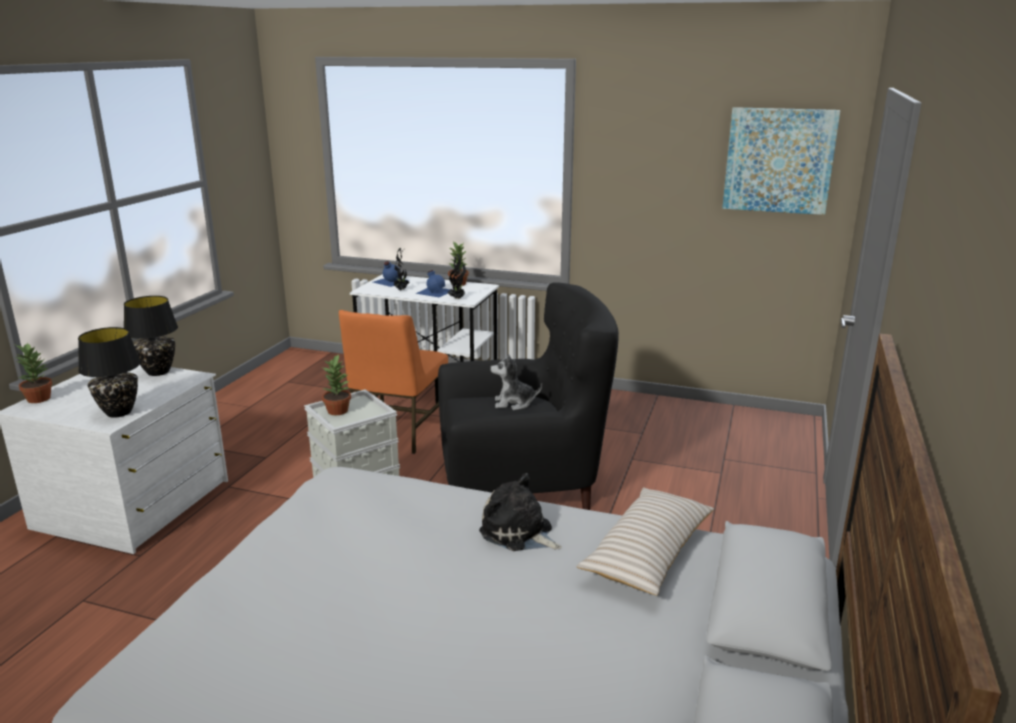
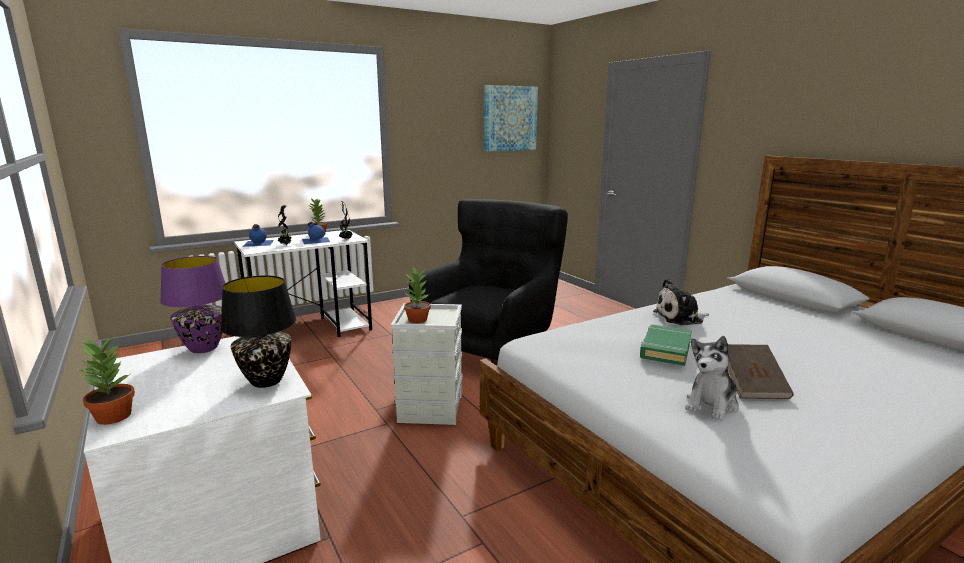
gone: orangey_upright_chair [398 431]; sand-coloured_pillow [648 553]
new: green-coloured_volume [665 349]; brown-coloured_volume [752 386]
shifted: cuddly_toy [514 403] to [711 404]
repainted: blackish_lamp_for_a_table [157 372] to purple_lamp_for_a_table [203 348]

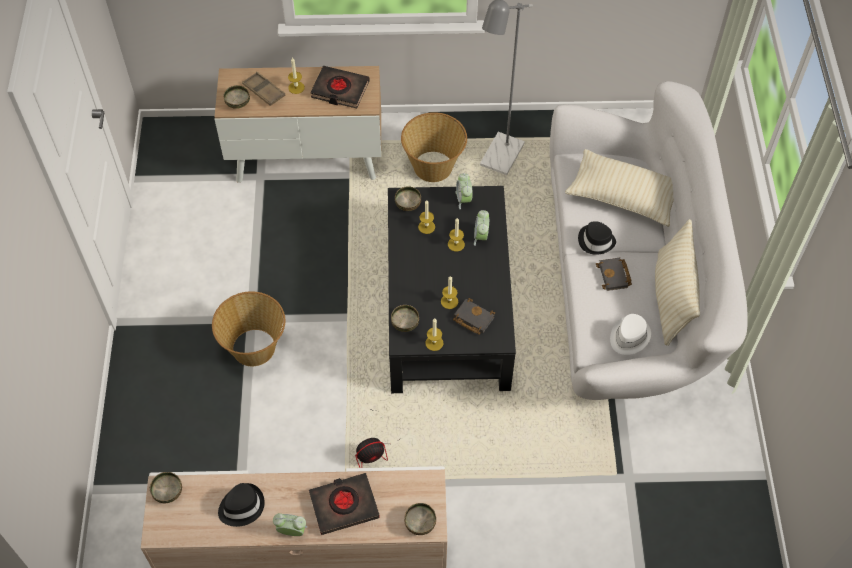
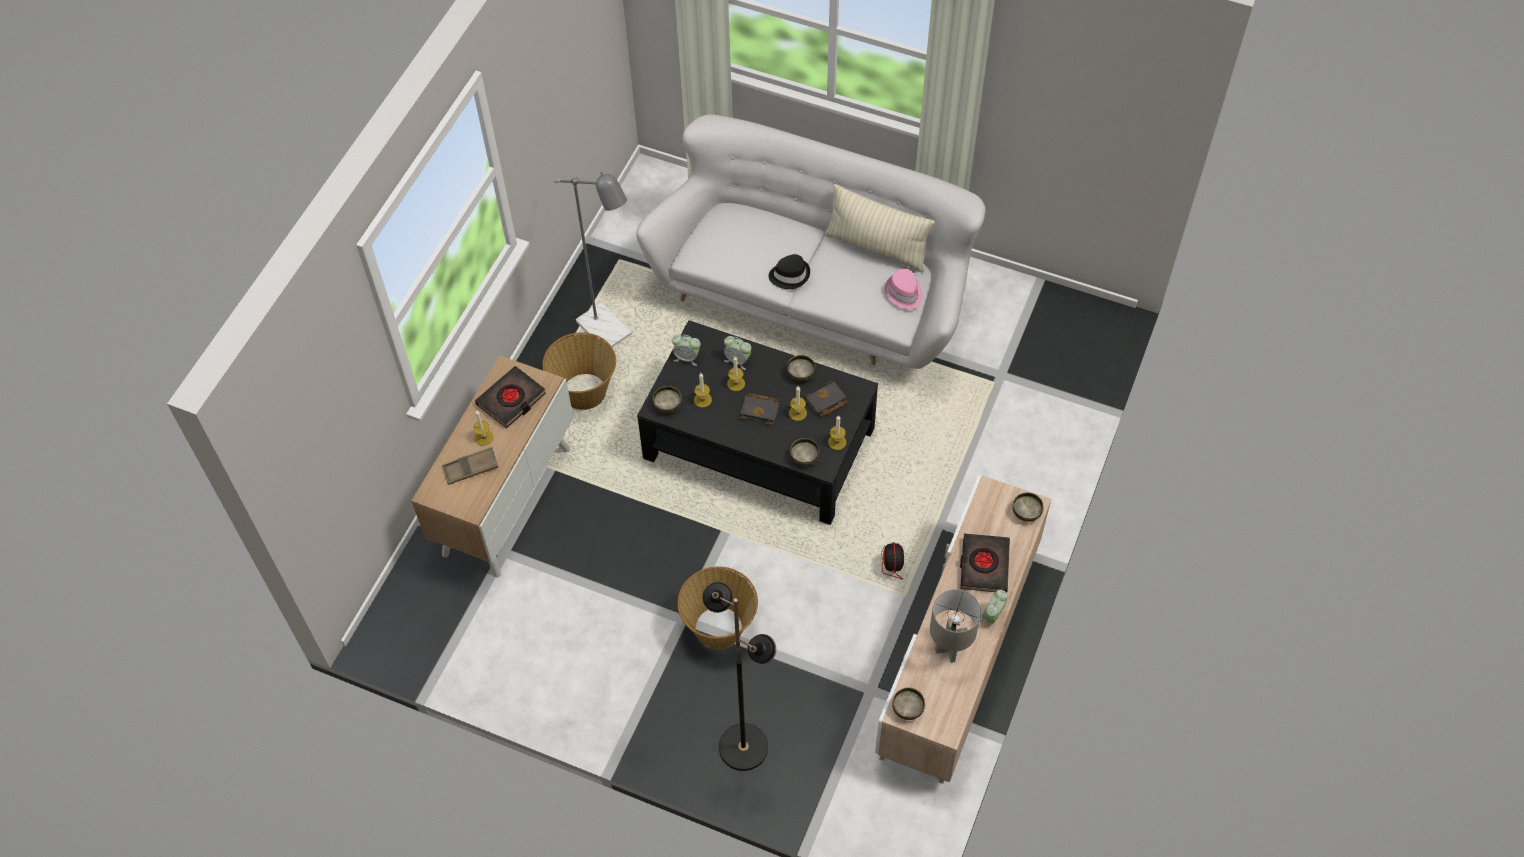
gone: sand-coloured_pillow [623 196]
new: blackish_standard_lamp [743 746]
shifted: blackish_volume [614 276] to [761 410]; serving_bowl [237 103] to [800 374]
swapped: blackish_hat [241 506] to grey_lamp_for_a_table [949 650]
repainted: whitish_hat [629 336] to pink_hat [904 293]

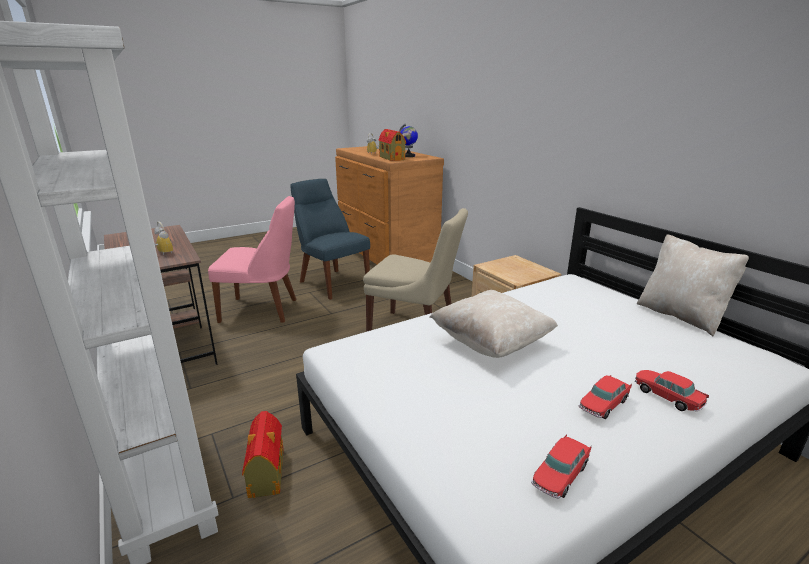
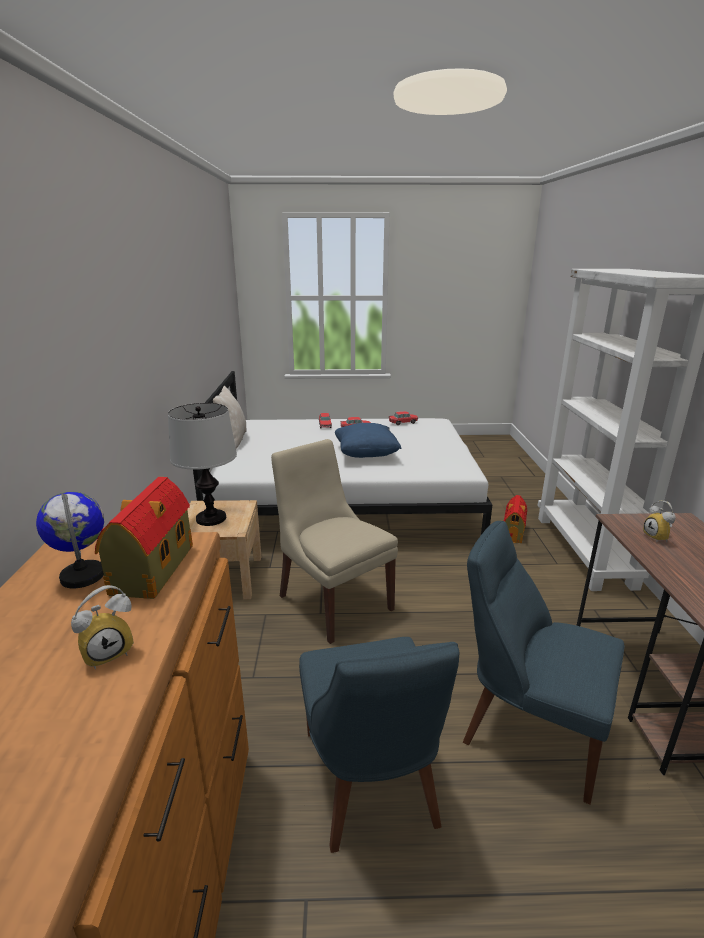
new: lamp_for_a_table [210 518]
repainted: sand-coloured_pillow [491 343] to blue-coloured_pillow [366 455]; pink_upright_chair [263 310] to blue-coloured_upright_chair [527 729]

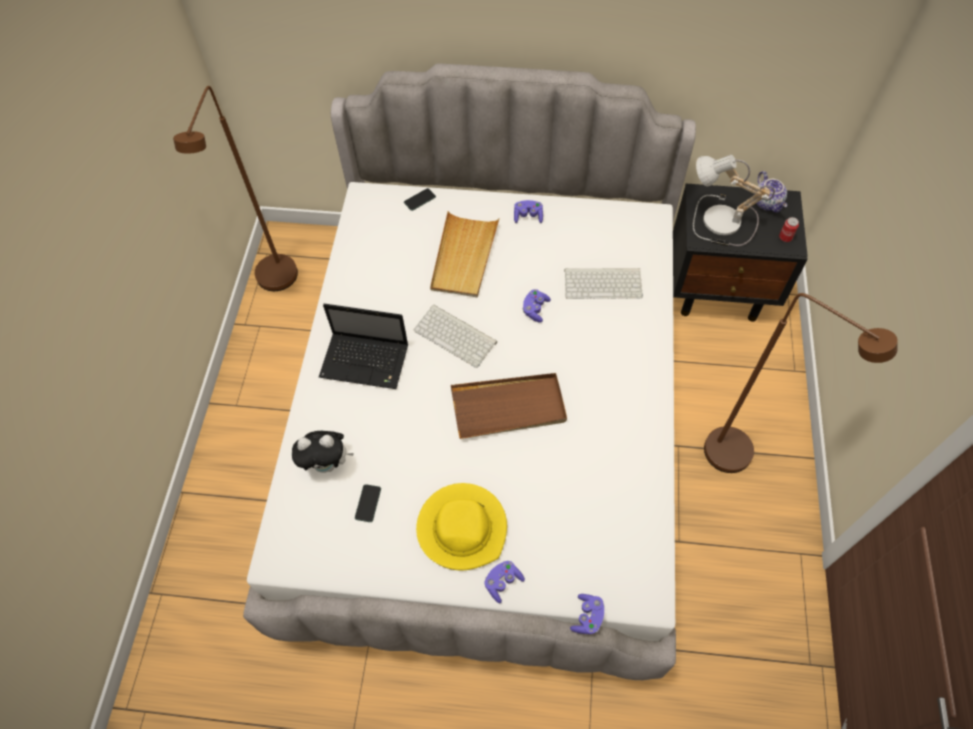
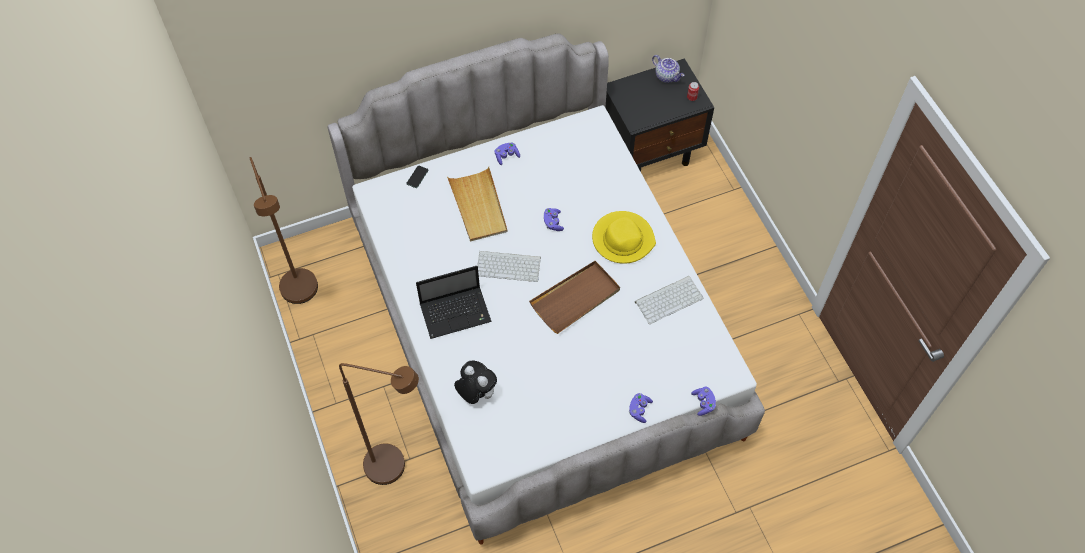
gone: phone [368 503]; lamp_for_a_table [718 223]
shifted: brown-coloured_standard_lamp [739 459] to [396 467]; yellow_hat [462 528] to [622 239]; keyboard [604 282] to [669 299]
rotated: cuddly_toy [328 464] = [476 393] 105 degrees counterclockwise

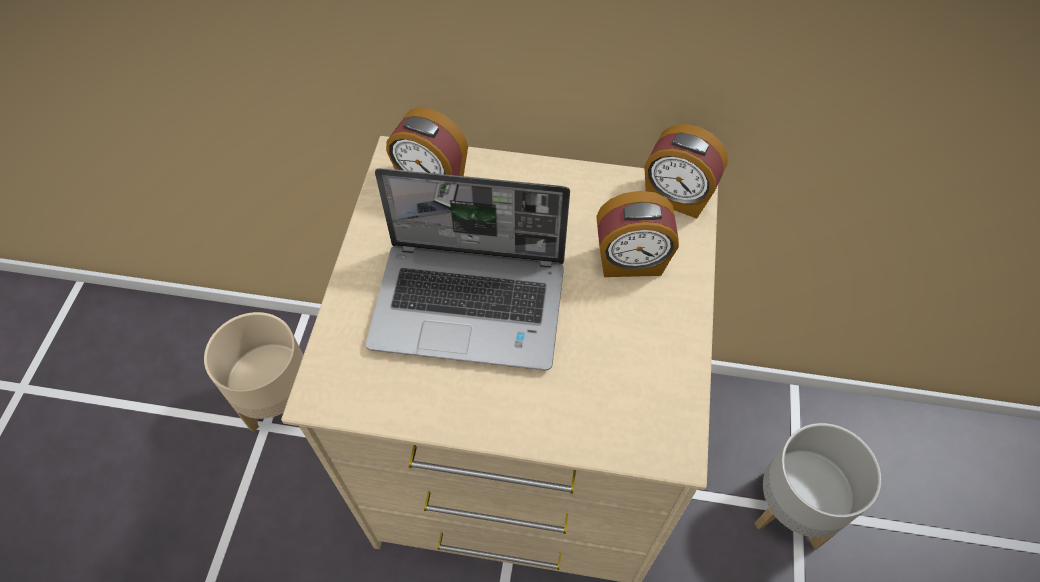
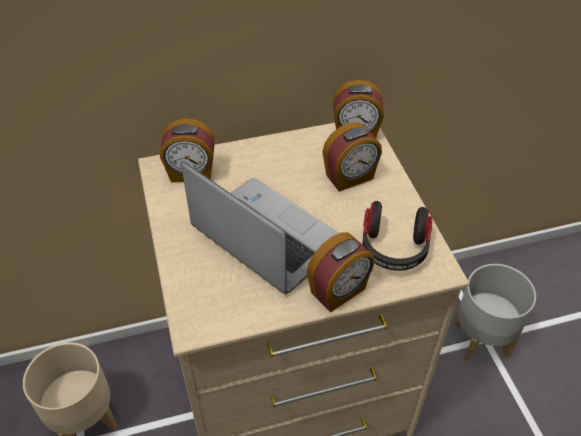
new: table_clock [339 292]; pair_of_headphones [394 249]
rotated: notebook_computer [471 304] = [264 236] 120 degrees counterclockwise

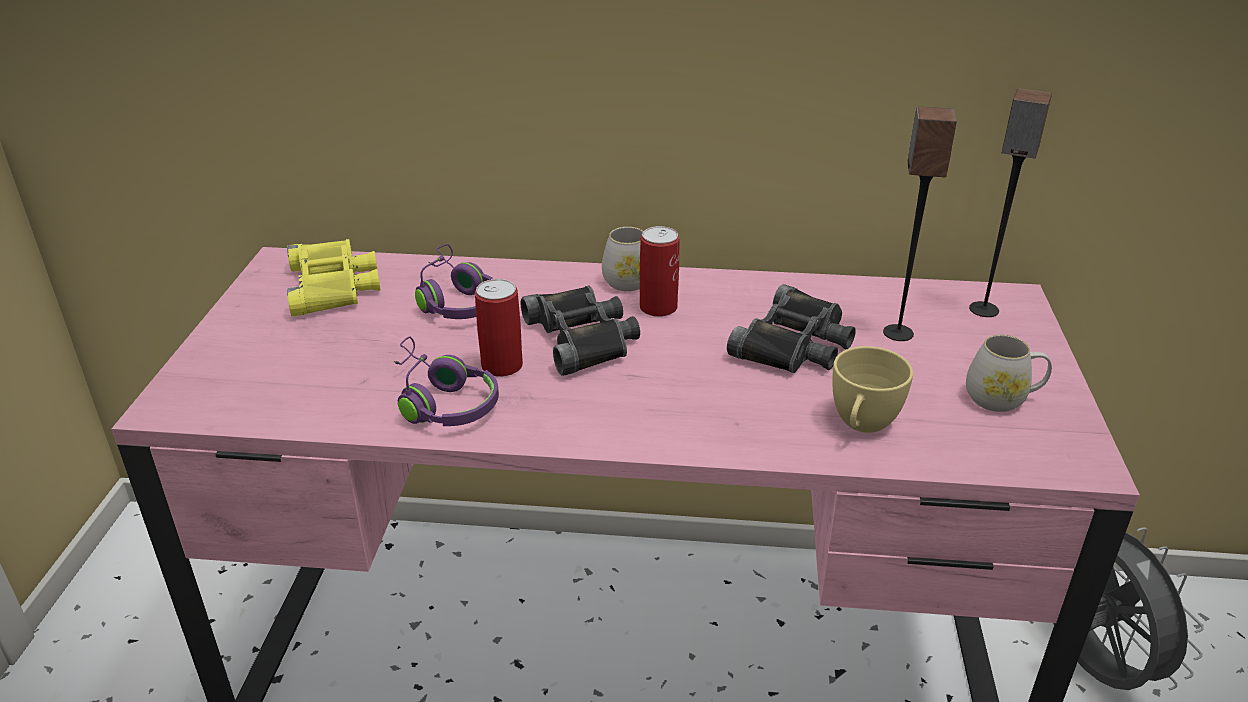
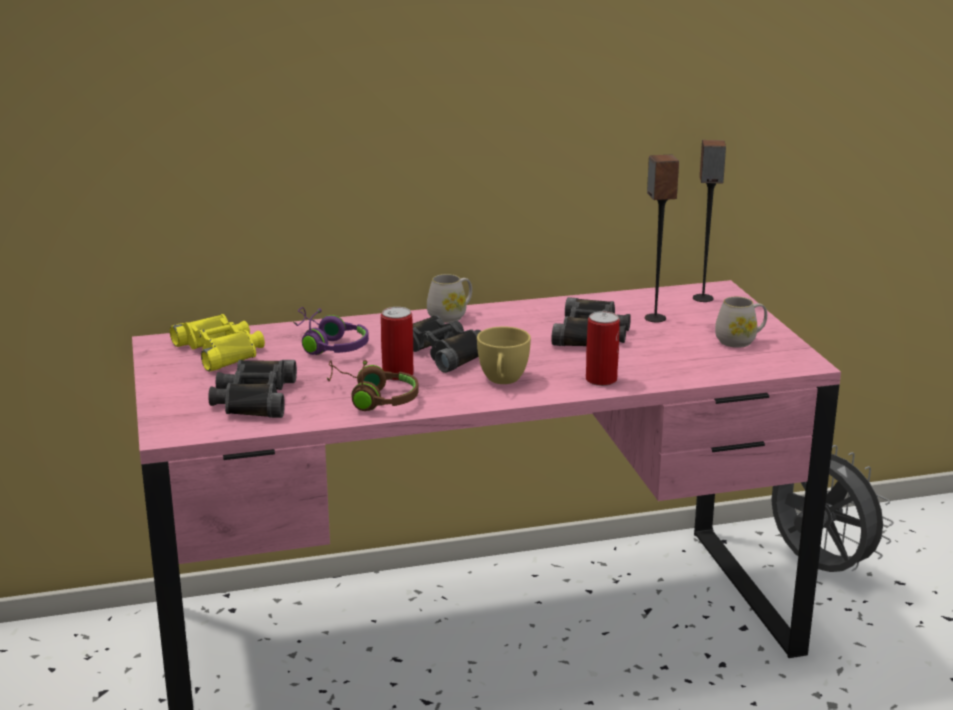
new: blackish_field_glasses [253 398]
shifted: yellow_small_cup [861 425] to [502 381]; sealed_can [658 307] to [601 380]
repainted: purple_pair_of_headphones [440 401] to brown-coloured_pair_of_headphones [372 398]

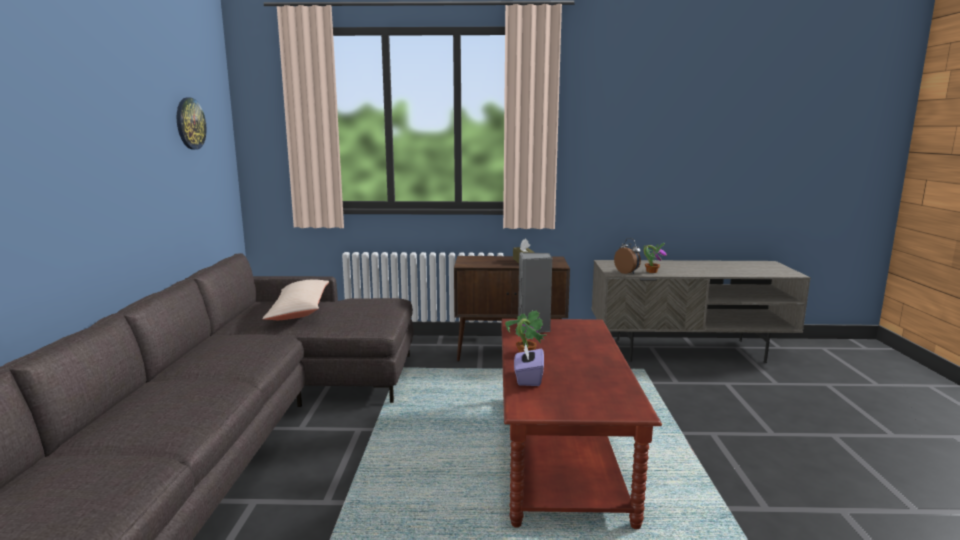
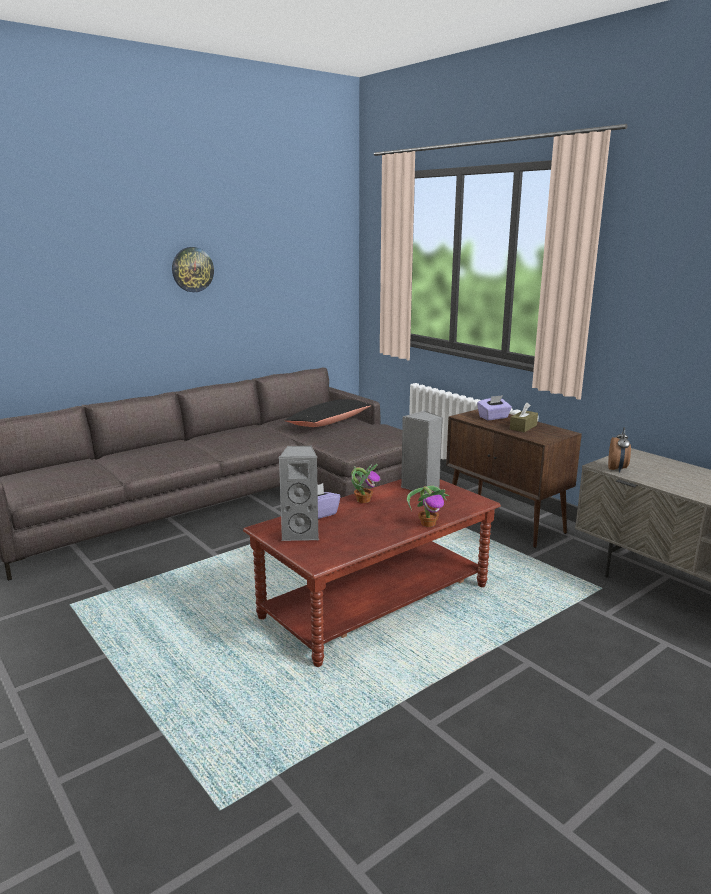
new: grey_loudspeaker [301 533]; purple_tissue_box [493 417]
shifted: hanging_clock [190 123] to [192 269]; potted_plant [651 271] to [428 523]
repainted: sand-coloured_pillow [299 310] to blackish_pillow [329 422]

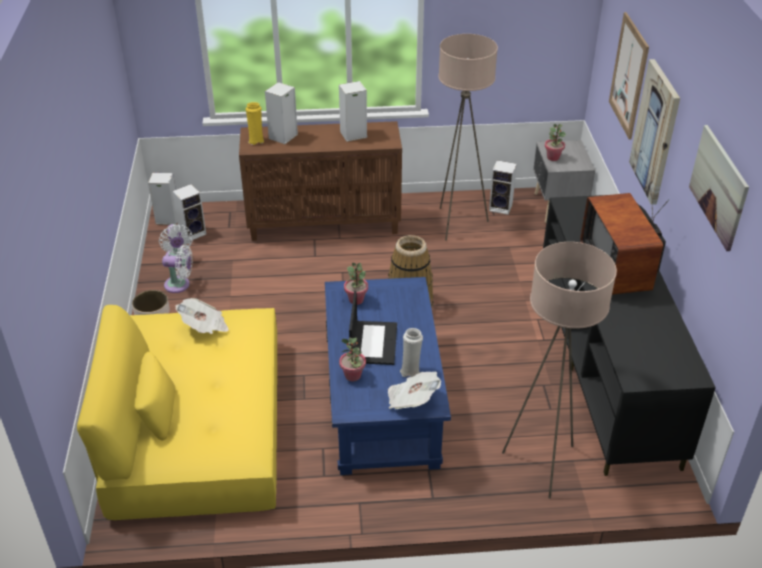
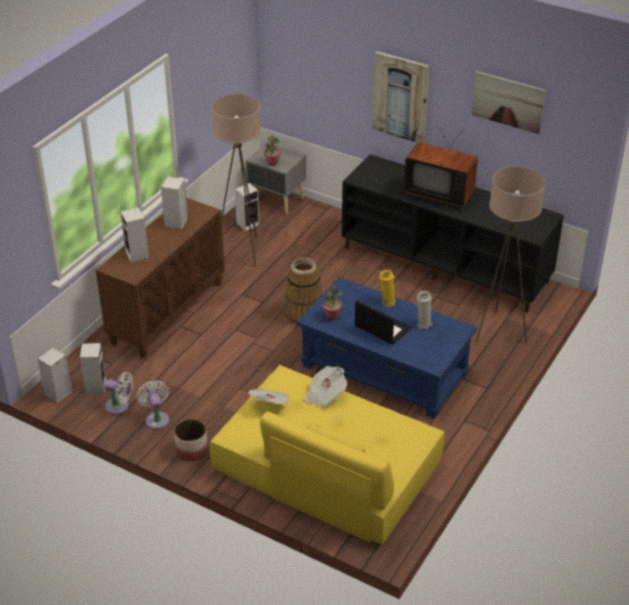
gone: potted_plant [353 376]; picture [628 76]
shifted: printed_paper [411 400] to [325 395]; yellow_vase [256 140] to [387 302]
rotated: whitish_electric_fan [180 285] = [156 419] 60 degrees counterclockwise

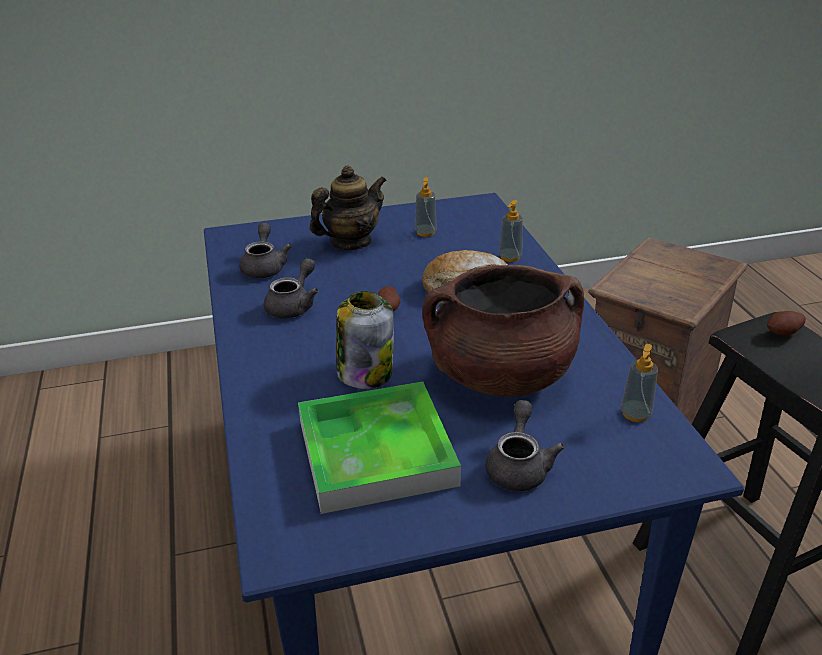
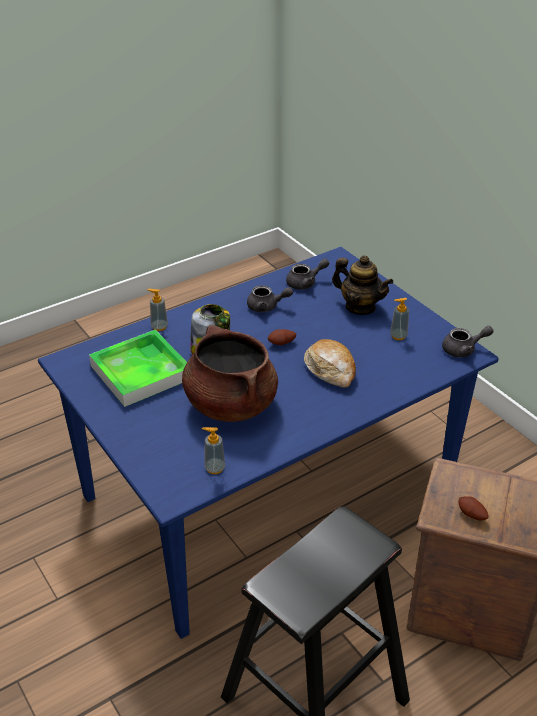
shifted: soap_dispenser [510 257] to [159 327]; grey_pot_for_tea [519 466] to [463 349]; potato [784 333] to [471 515]

